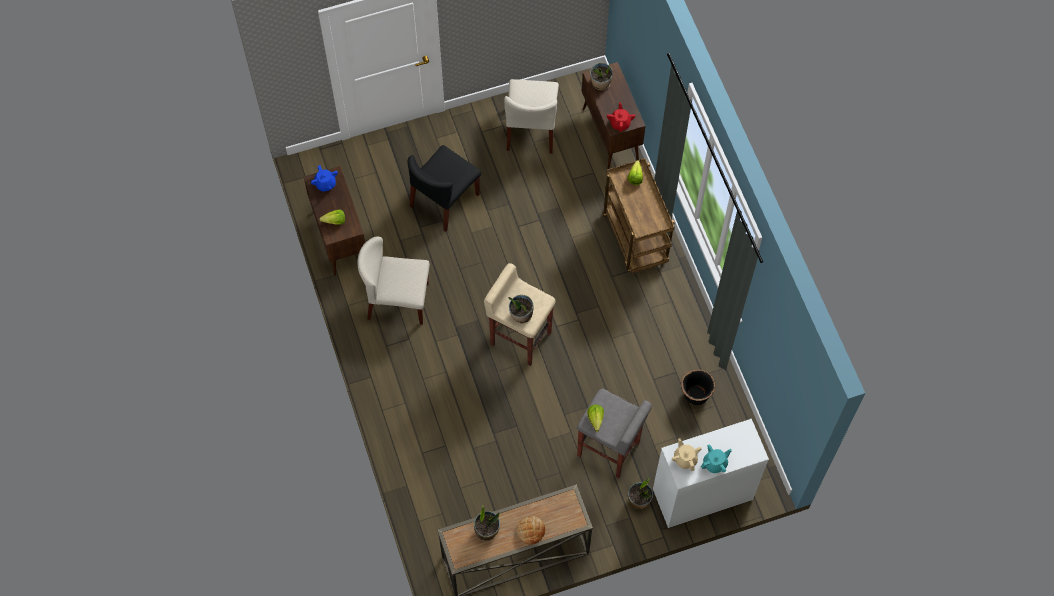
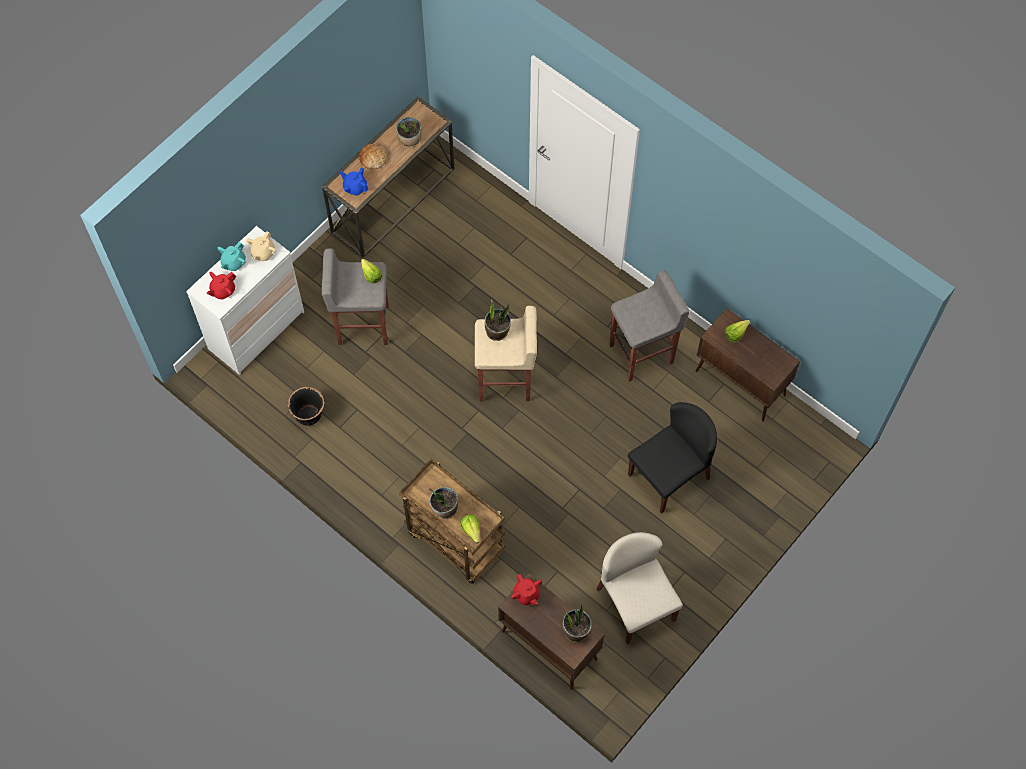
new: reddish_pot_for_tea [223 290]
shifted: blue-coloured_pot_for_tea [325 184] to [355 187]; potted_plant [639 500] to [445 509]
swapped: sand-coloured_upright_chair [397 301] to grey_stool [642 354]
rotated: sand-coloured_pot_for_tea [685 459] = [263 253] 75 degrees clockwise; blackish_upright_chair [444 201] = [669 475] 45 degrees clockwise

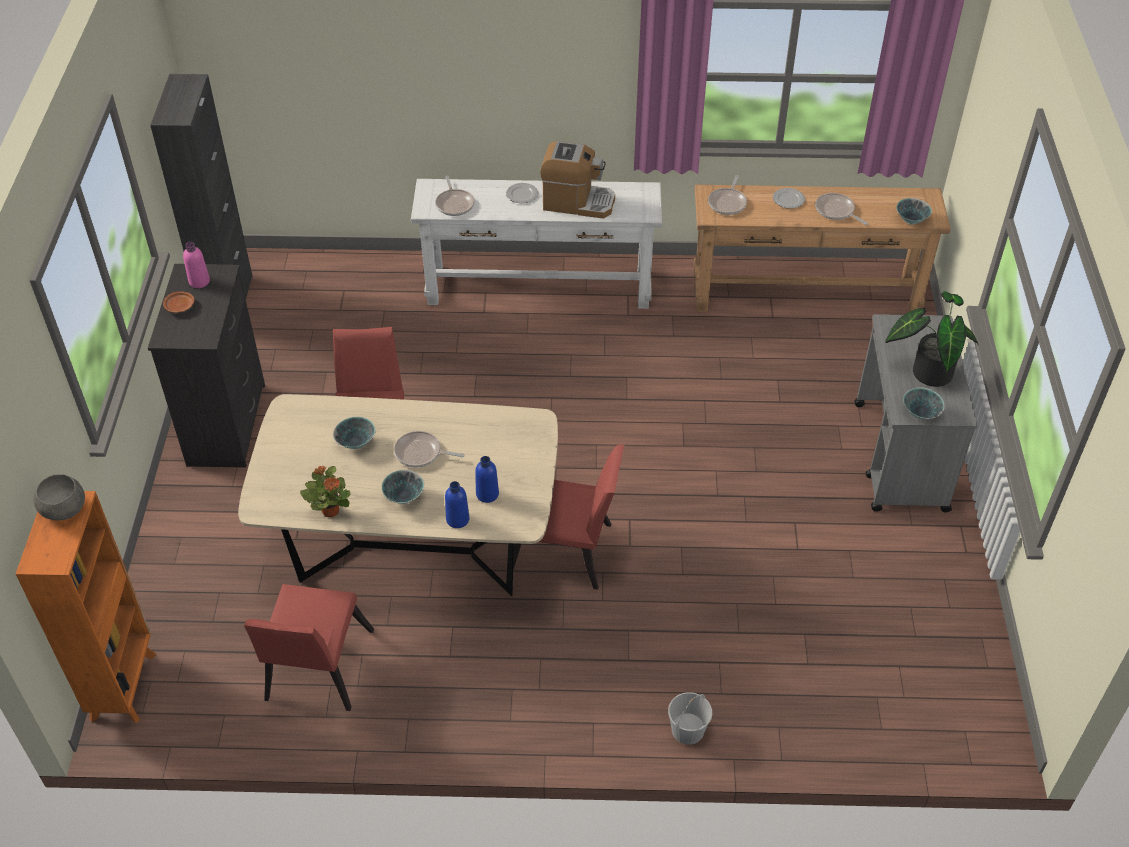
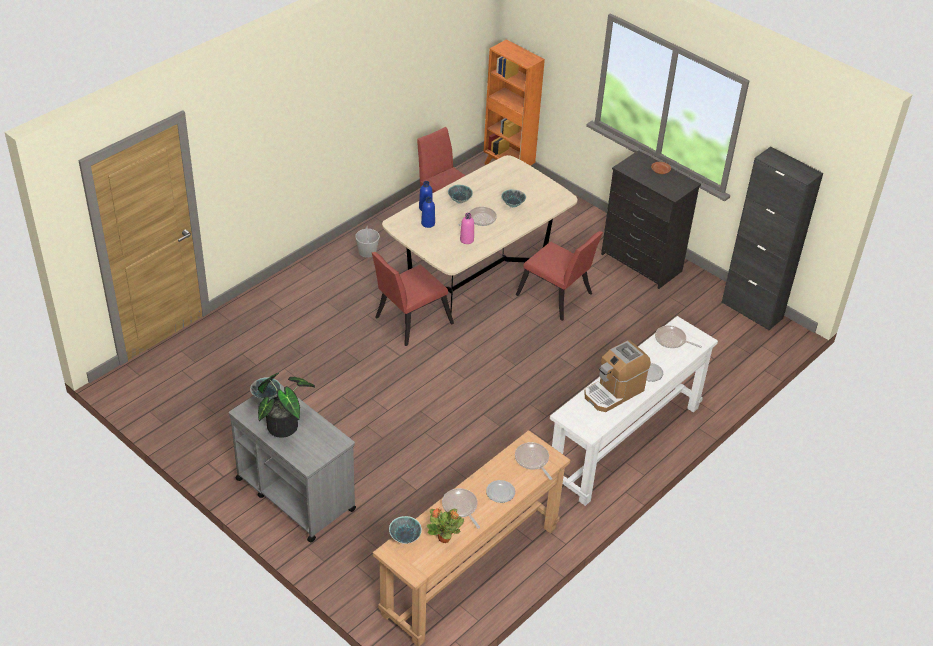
gone: grey_serving_bowl [64 508]
shifted: whitish_bucket [688 729] to [367 251]; potted_plant [330 510] to [445 538]; pink_bottle [199 281] to [467 240]
rotated: frying_pan [836 211] = [460 507] 120 degrees counterclockwise

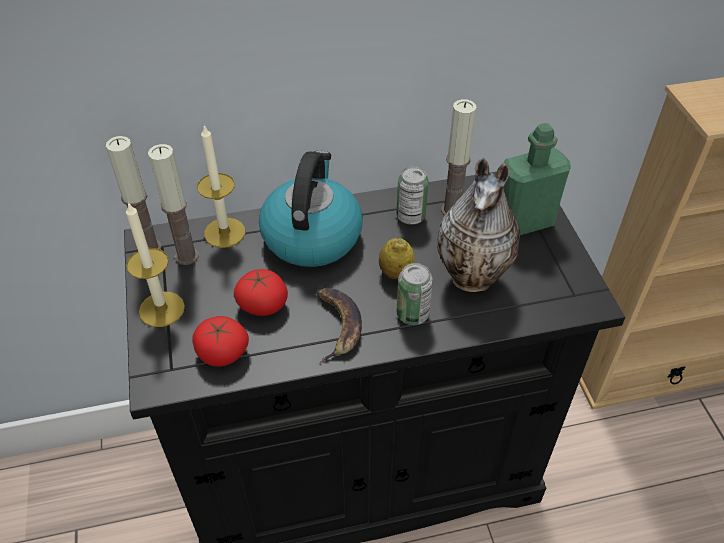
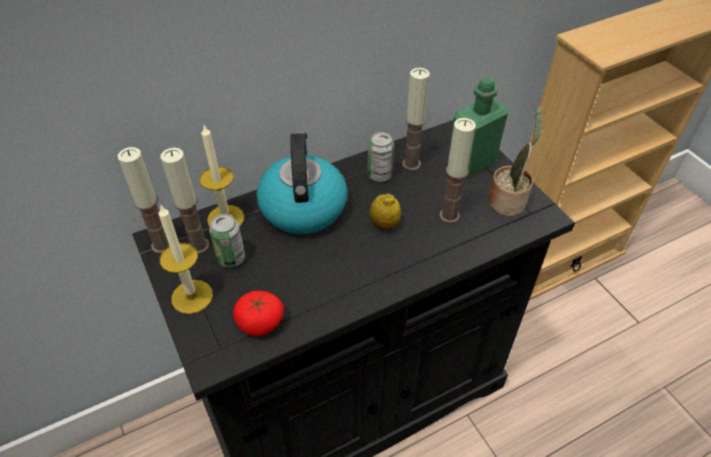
gone: whole_tomato [263 304]; whole_banana [336 325]
new: potted_plant [508 201]
shifted: sealed_can [412 314] to [231 258]
swapped: vase [474 278] to wax_candle [449 215]

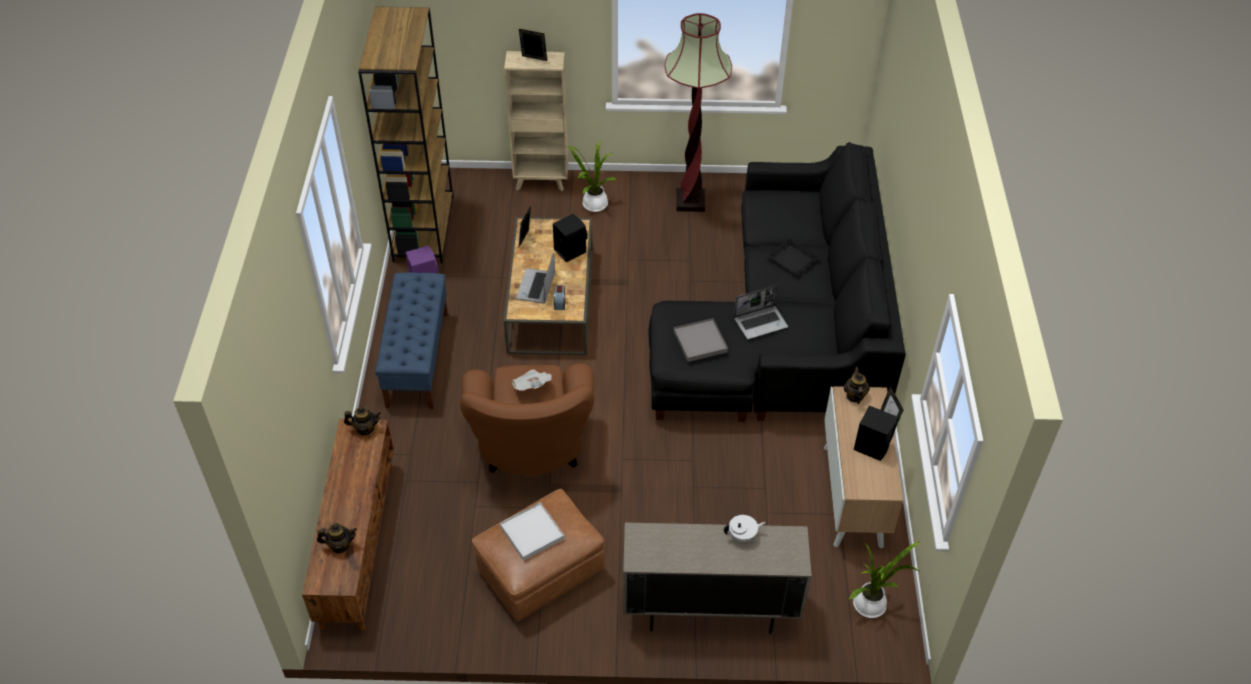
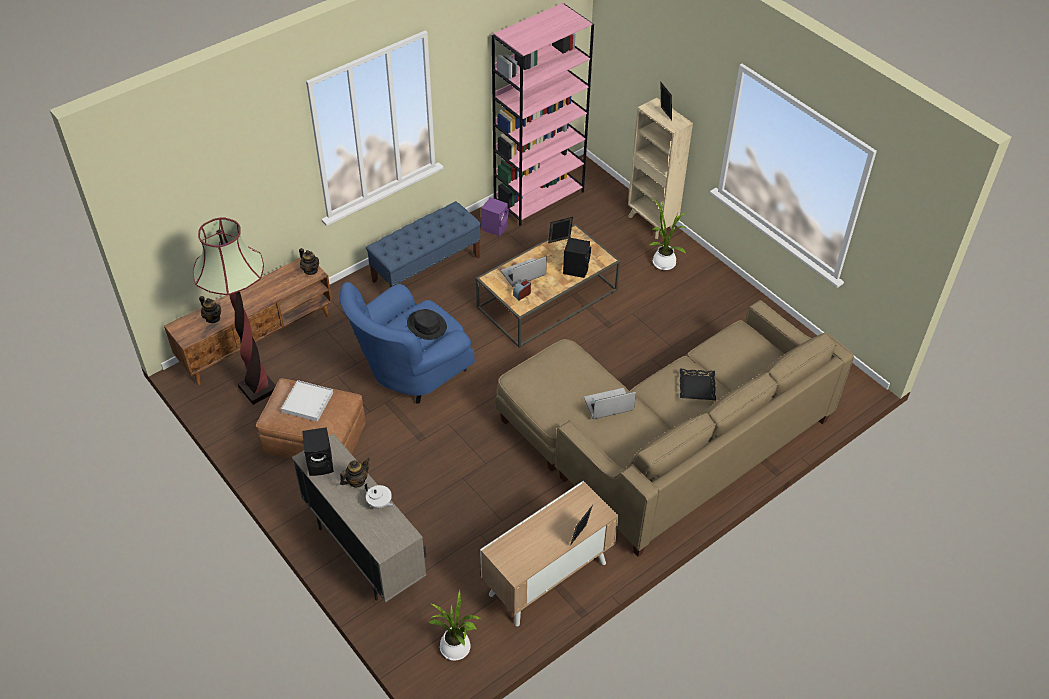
gone: grey_tray [700 342]
shifted: standard_lamp [690 202] to [258 389]; blackish_loudspeaker [872 445] to [321 463]; pot_for_tea [854 396] to [356 481]
swapped: printed_paper [532 386] to blackish_hat [427 325]
repainted: brown-coloured_lounge_chair [532 448] to blue-coloured_lounge_chair [410 372]; brown-coloured_bookshelf [423 228] to pink_bookshelf [539 197]; blackish_settee [784 331] to sand-coloured_settee [665 442]
rotated: notebook_computer [761 322] = [608 405] 135 degrees clockwise

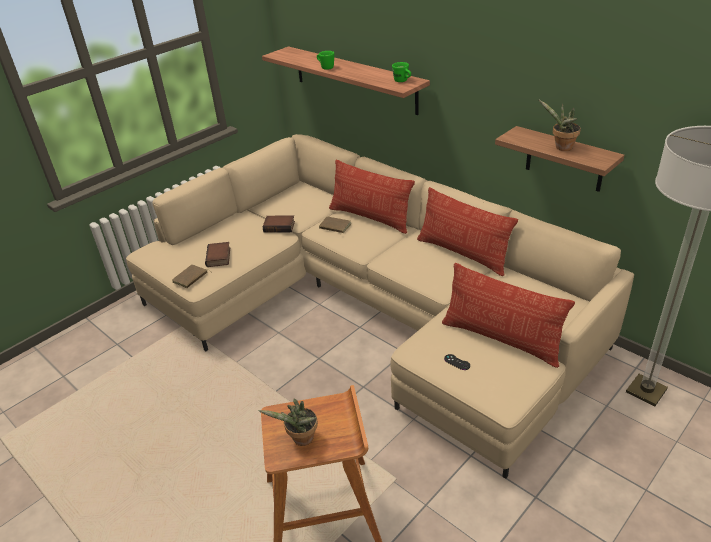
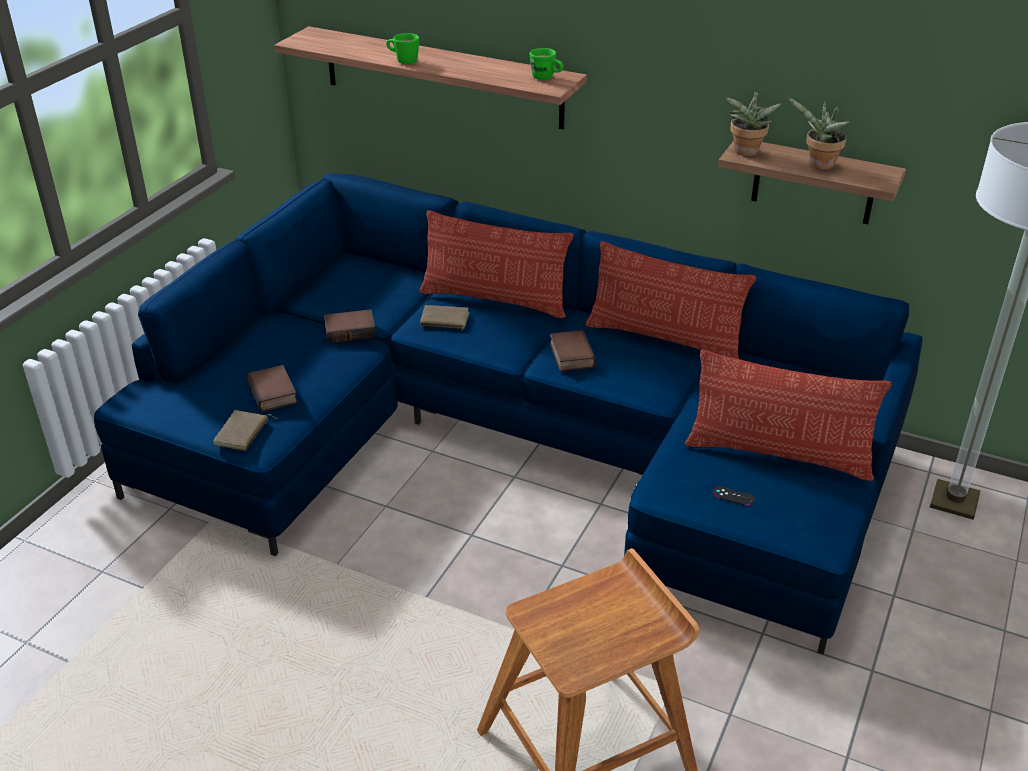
new: volume [570 355]
shifted: potted_plant [301 440] to [745 153]
repainted: sand-coloured_settee [367 306] to blue-coloured_settee [511 443]

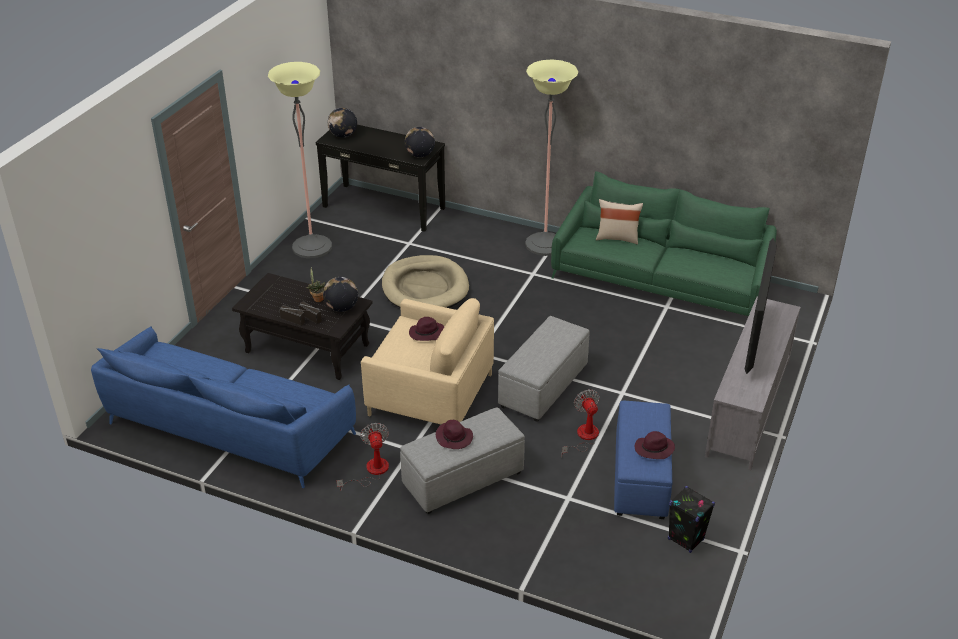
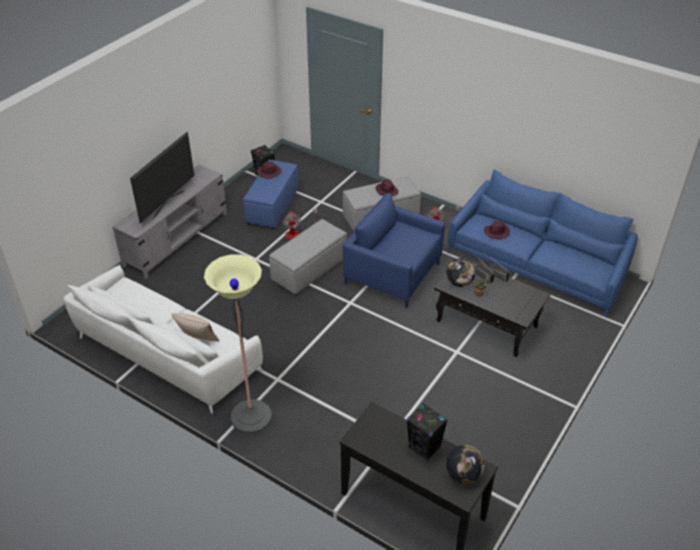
gone: standard_lamp [312 247]; sand-coloured_dog_bed [425 288]; globe [420 155]
new: blackish_loudspeaker [424 448]
shifted: purple_hat [426 333] to [497 232]
repainted: green-coloured_settee [661 281] to whitish_settee [166 354]; sand-coloured_lounge_chair [430 395] to blue-coloured_lounge_chair [392 273]

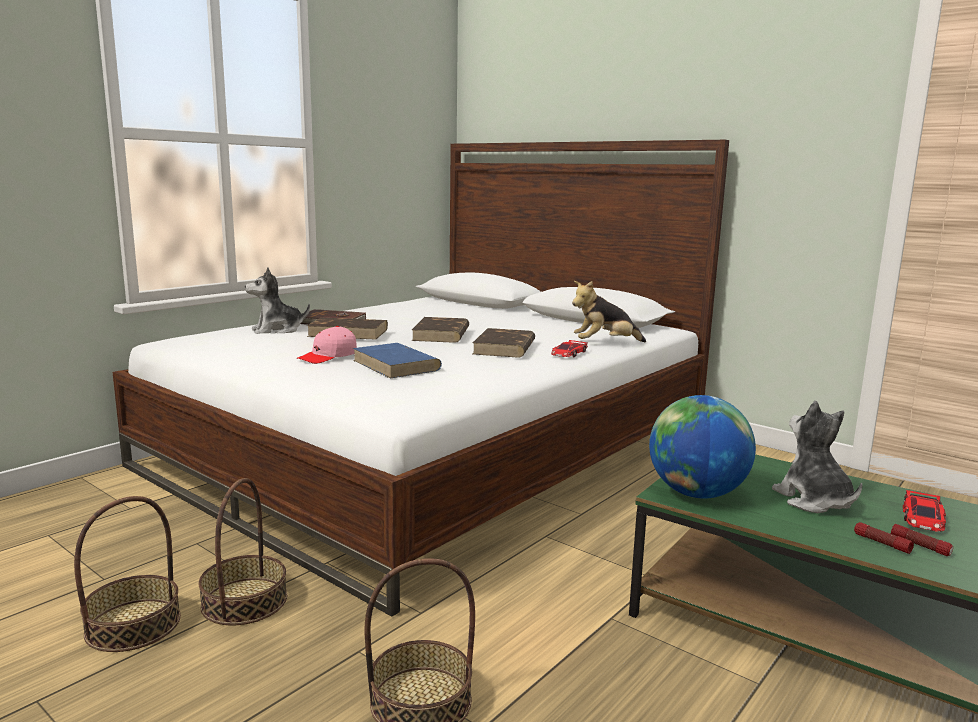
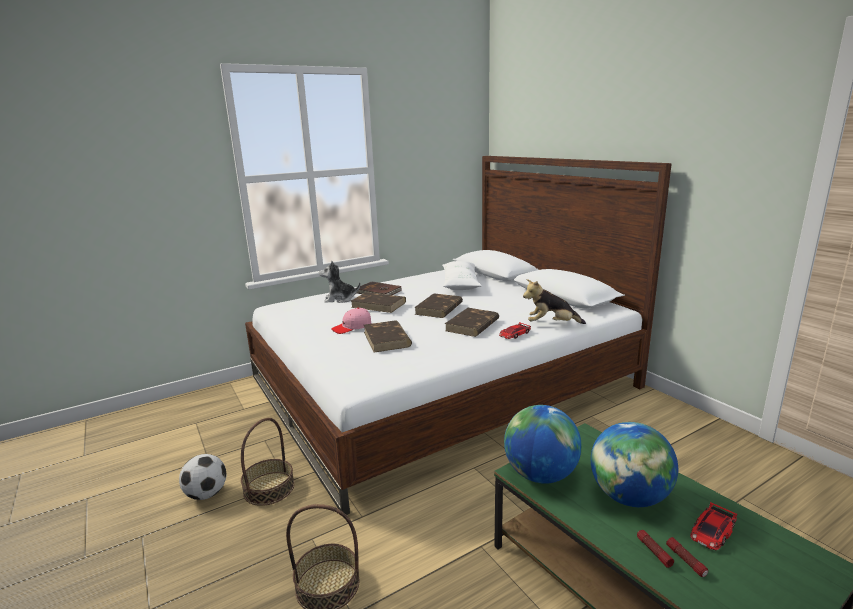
new: whitish_pillow [460 283]
swapped: storage_basket [133 625] to ball_for_football [207 494]; cuddly_toy [813 501] to globe [629 497]
repainted: blue-coloured_volume [396 365] to brown-coloured_volume [387 339]

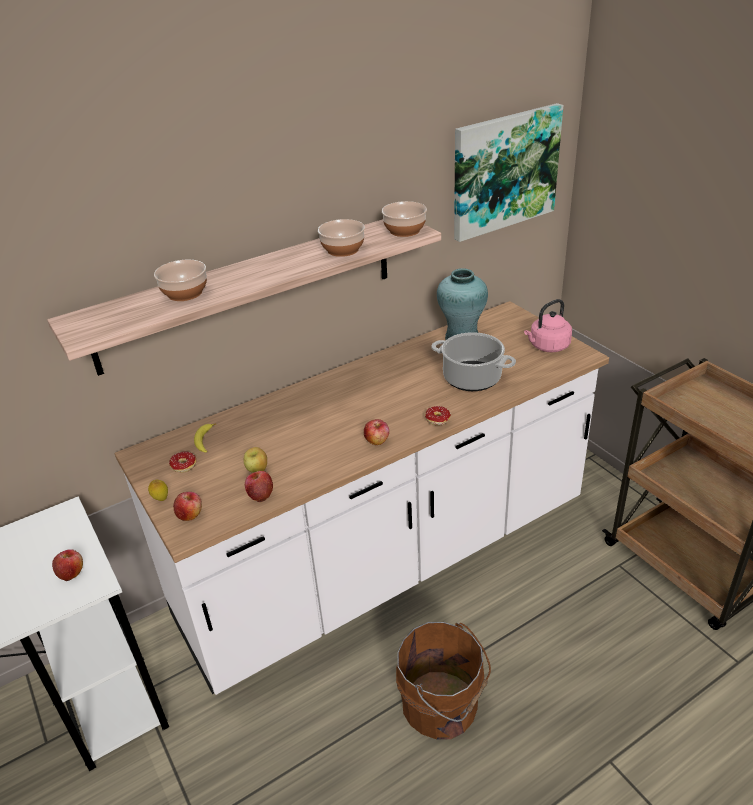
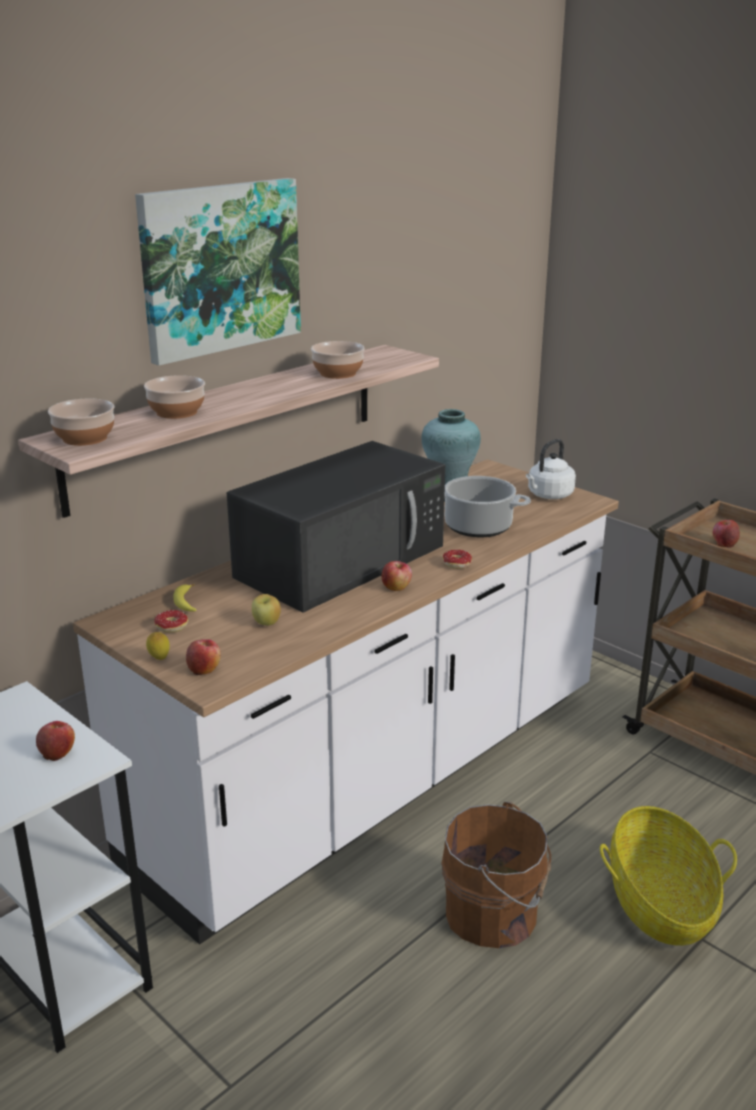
new: blackish_microwave_oven [342 560]; storage_basket [659 903]
shifted: serving_bowl [404 230] to [85 438]; picture [504 171] to [219 268]; apple [260 494] to [724 543]
repainted: pink_water_kettle [547 347] to whitish_water_kettle [548 495]

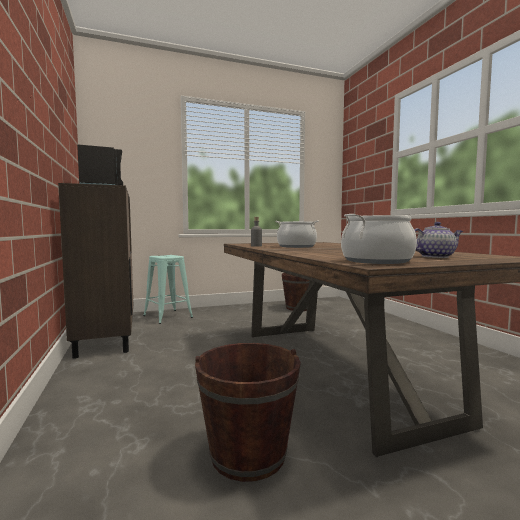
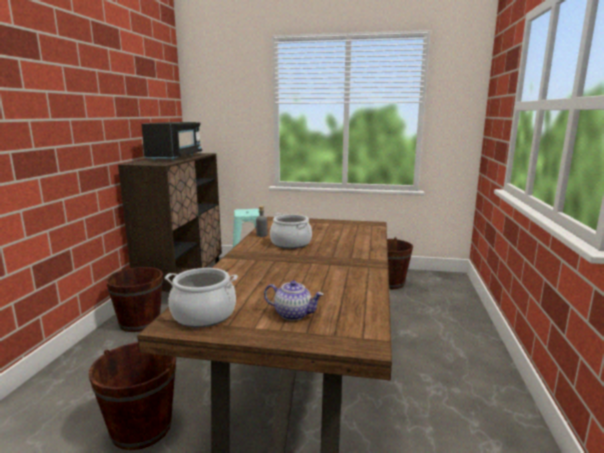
new: brown-coloured_bucket [140 322]

